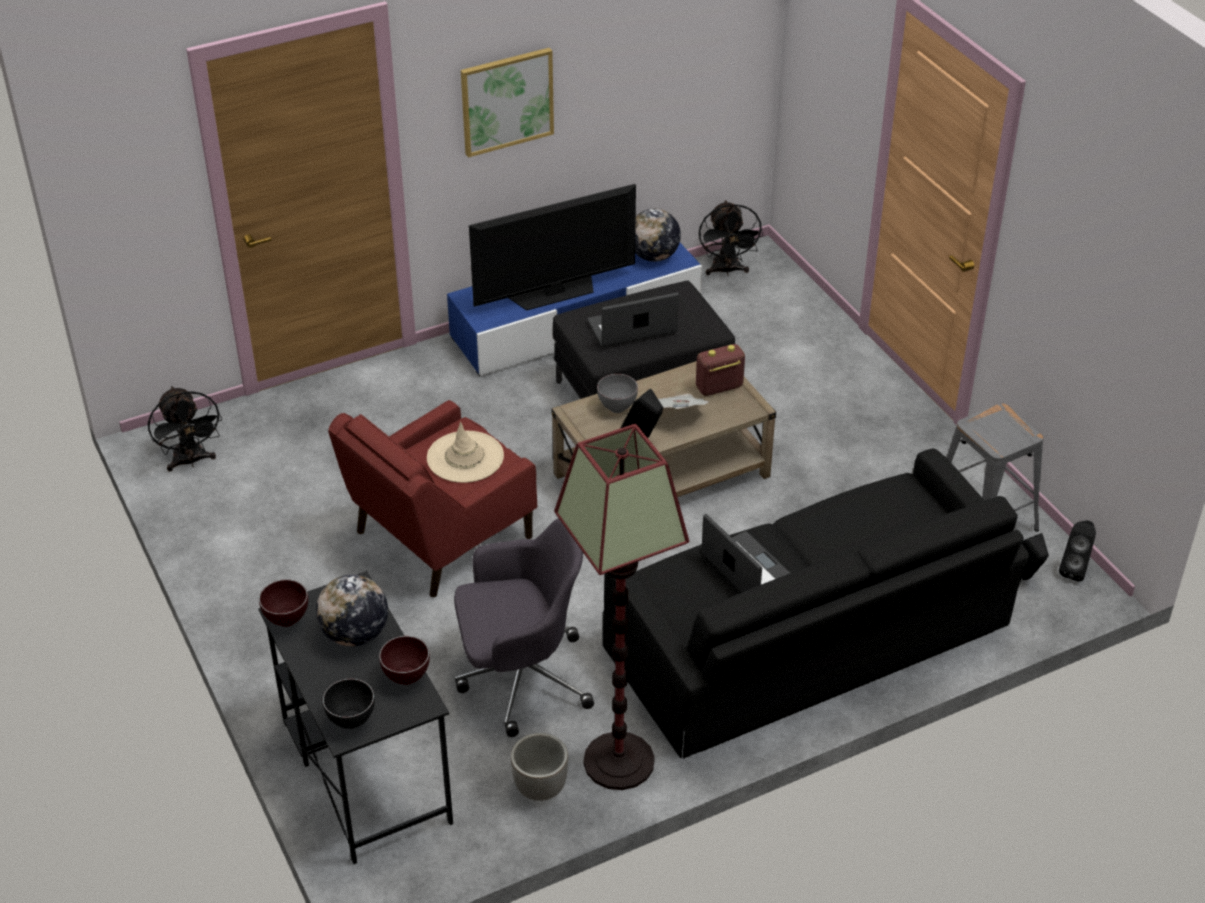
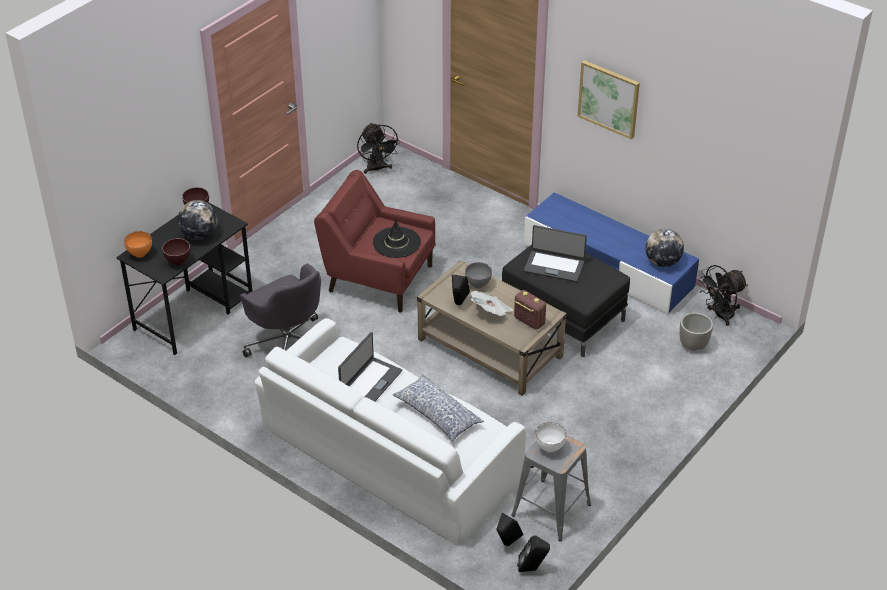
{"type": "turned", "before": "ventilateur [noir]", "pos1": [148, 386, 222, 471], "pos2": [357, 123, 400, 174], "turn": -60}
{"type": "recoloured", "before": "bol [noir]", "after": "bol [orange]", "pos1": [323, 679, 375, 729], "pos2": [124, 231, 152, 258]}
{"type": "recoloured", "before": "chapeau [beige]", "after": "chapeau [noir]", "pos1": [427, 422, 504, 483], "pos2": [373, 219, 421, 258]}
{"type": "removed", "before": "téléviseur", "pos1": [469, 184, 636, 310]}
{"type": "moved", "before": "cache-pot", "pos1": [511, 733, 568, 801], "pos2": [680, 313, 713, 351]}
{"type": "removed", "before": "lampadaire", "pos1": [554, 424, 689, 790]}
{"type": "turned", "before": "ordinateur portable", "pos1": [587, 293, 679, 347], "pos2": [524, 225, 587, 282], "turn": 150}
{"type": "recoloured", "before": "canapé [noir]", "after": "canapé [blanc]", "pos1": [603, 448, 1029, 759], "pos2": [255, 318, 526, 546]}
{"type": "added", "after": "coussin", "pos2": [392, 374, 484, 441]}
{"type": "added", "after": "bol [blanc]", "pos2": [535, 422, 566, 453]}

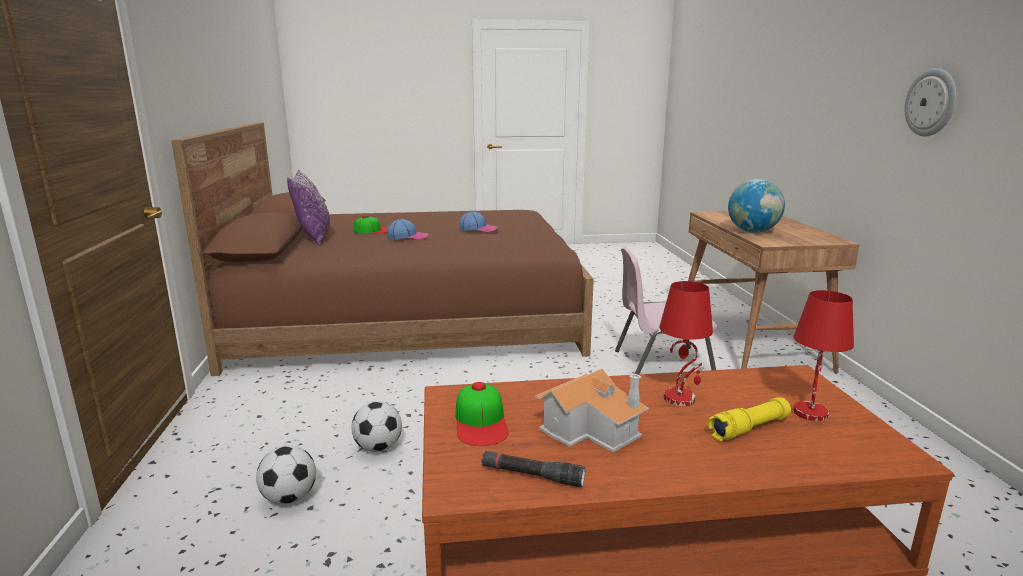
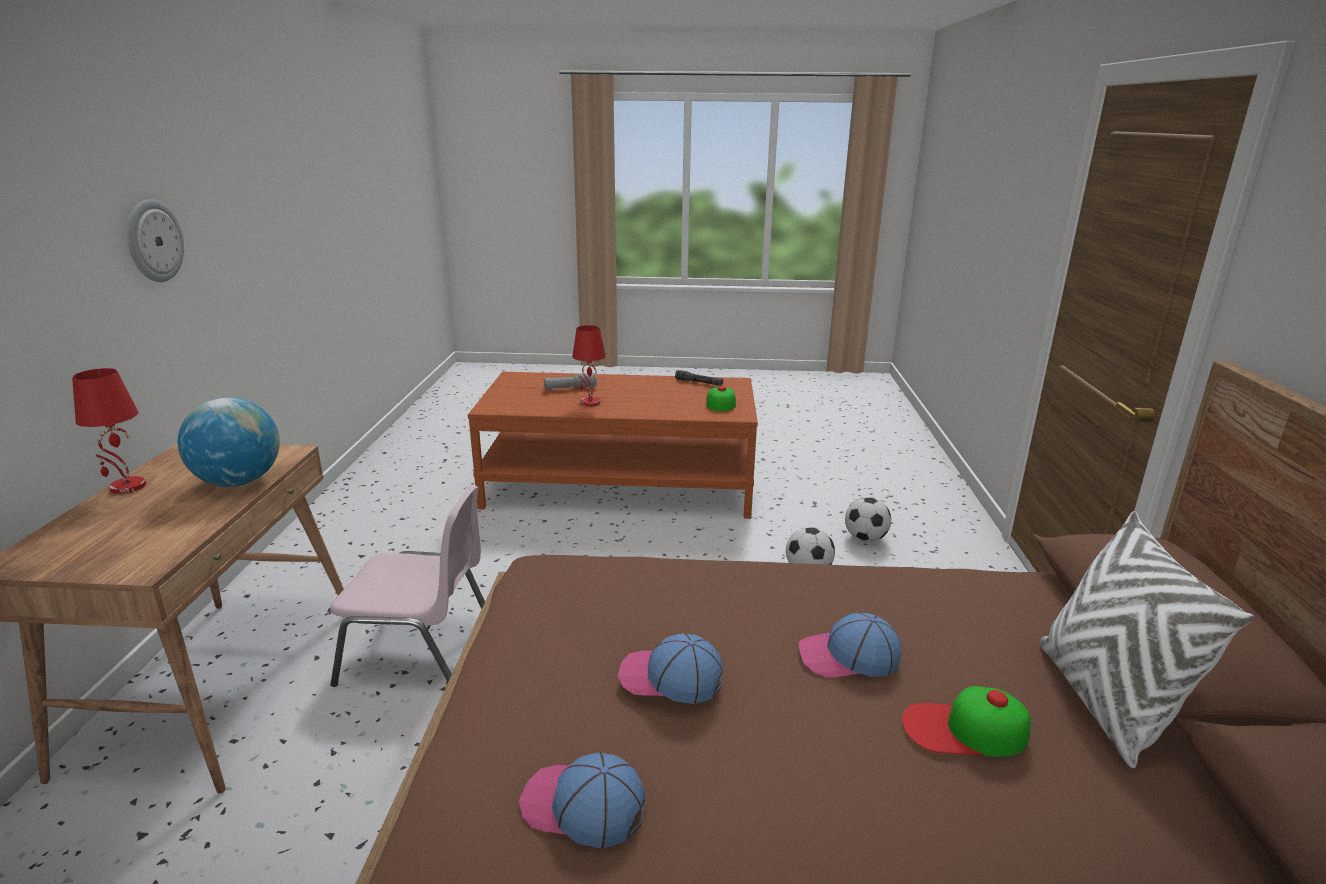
{"type": "recoloured", "before": "coussin [violet]", "after": "coussin [blanc]", "pos1": [287, 170, 330, 246], "pos2": [1040, 511, 1254, 768]}
{"type": "removed", "before": "maison miniature", "pos1": [535, 368, 649, 453]}
{"type": "recoloured", "before": "lampe de poche [jaune]", "after": "lampe de poche [gris]", "pos1": [707, 397, 791, 441], "pos2": [544, 373, 597, 390]}
{"type": "moved", "before": "lampe de table [rouge]", "pos1": [794, 290, 854, 421], "pos2": [72, 368, 146, 494]}
{"type": "added", "after": "casquette", "pos2": [519, 752, 645, 849]}

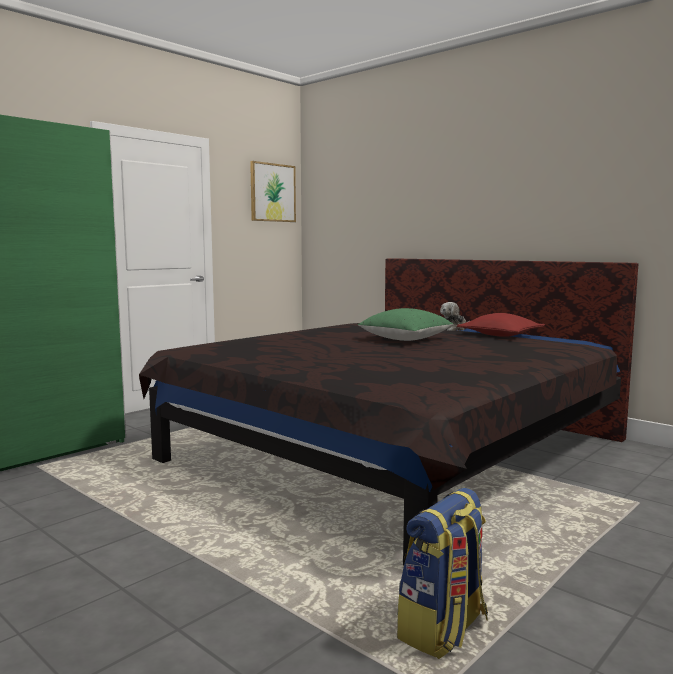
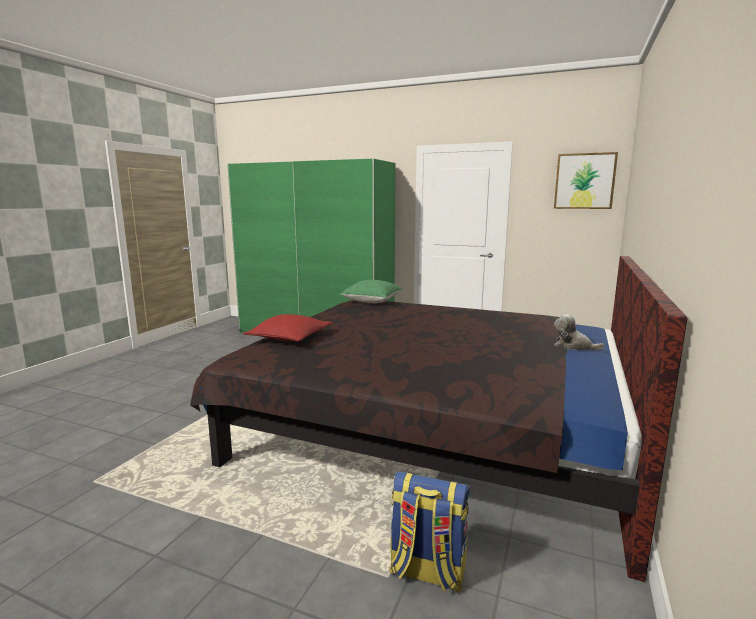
{"type": "moved", "before": "coussin [vert]", "pos1": [358, 308, 453, 341], "pos2": [340, 280, 403, 303]}
{"type": "moved", "before": "sac à dos", "pos1": [397, 488, 488, 659], "pos2": [389, 471, 470, 592]}
{"type": "moved", "before": "coussin [rouge]", "pos1": [457, 313, 545, 337], "pos2": [243, 314, 332, 341]}

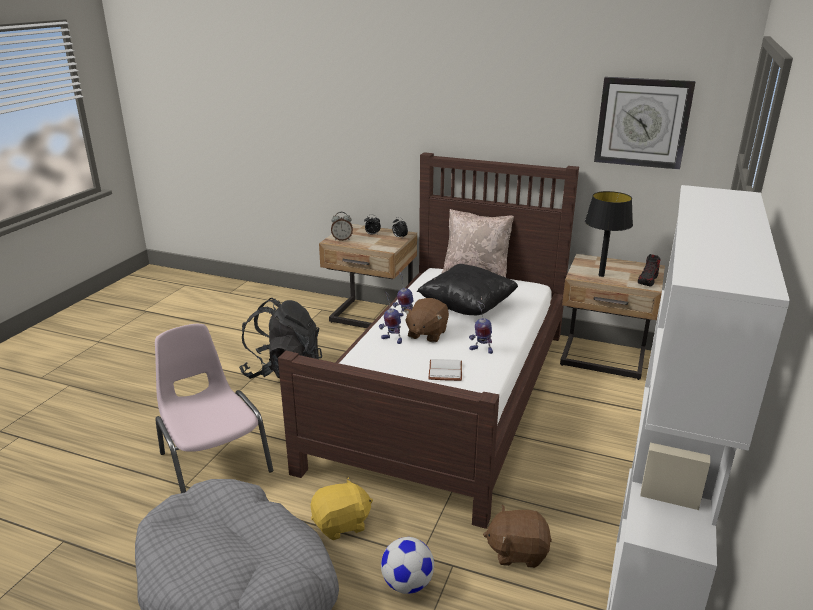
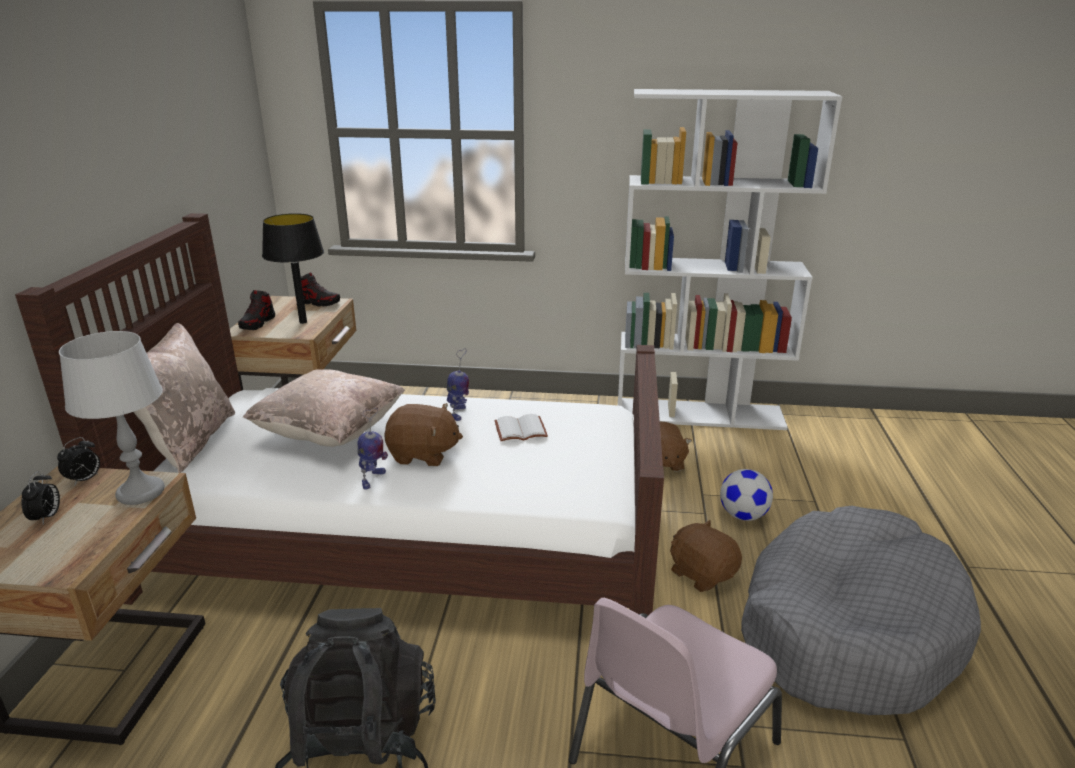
{"type": "recoloured", "before": "peluche [jaune]", "after": "peluche [marron]", "pos1": [311, 477, 373, 540], "pos2": [670, 520, 742, 592]}
{"type": "removed", "before": "réveil", "pos1": [331, 212, 353, 241]}
{"type": "removed", "before": "robot jouet", "pos1": [379, 292, 402, 344]}
{"type": "recoloured", "before": "coussin [noir]", "after": "coussin [beige]", "pos1": [417, 264, 518, 315], "pos2": [243, 369, 405, 447]}
{"type": "removed", "before": "horloge murale", "pos1": [594, 77, 696, 170]}
{"type": "added", "after": "lampe de table [gris]", "pos2": [59, 331, 165, 505]}
{"type": "added", "after": "chaussure", "pos2": [238, 290, 275, 330]}

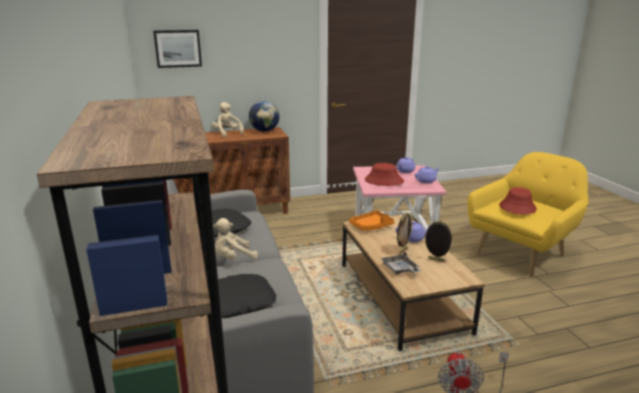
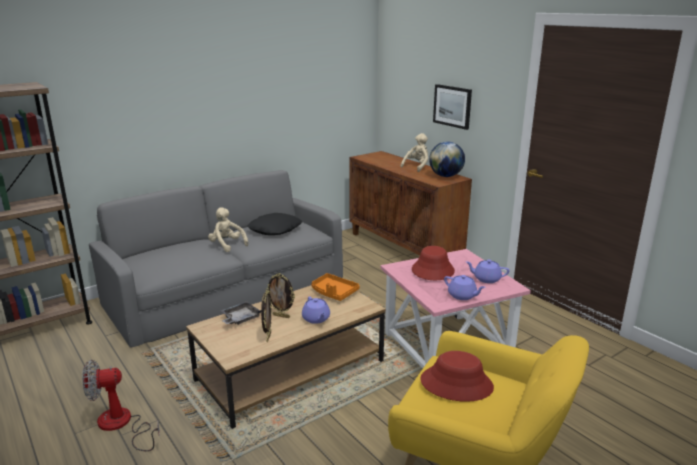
{"type": "moved", "before": "tableau", "pos1": [153, 30, 202, 68], "pos2": [433, 84, 472, 130]}
{"type": "removed", "before": "coussin [noir]", "pos1": [218, 274, 276, 318]}

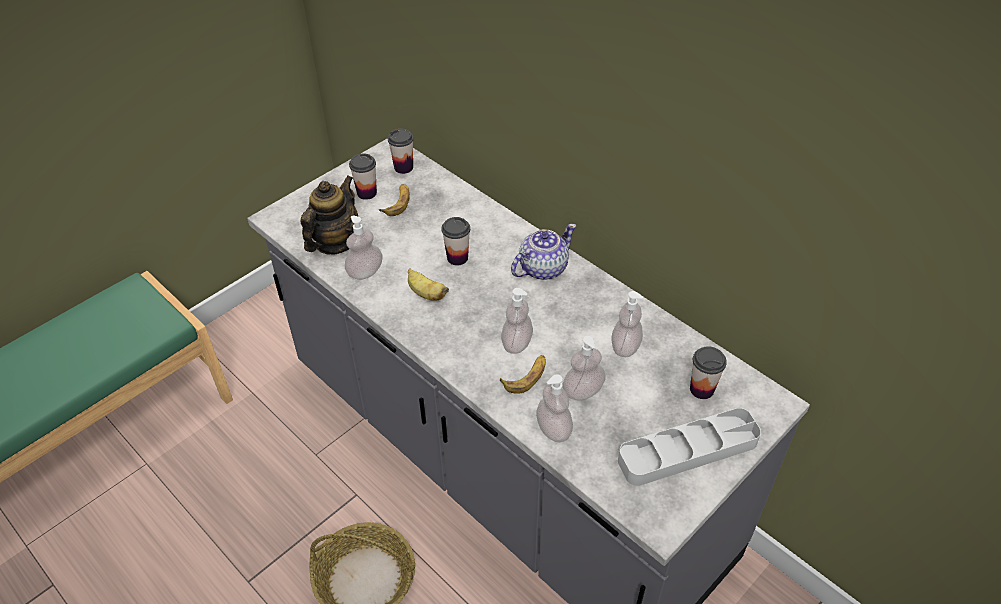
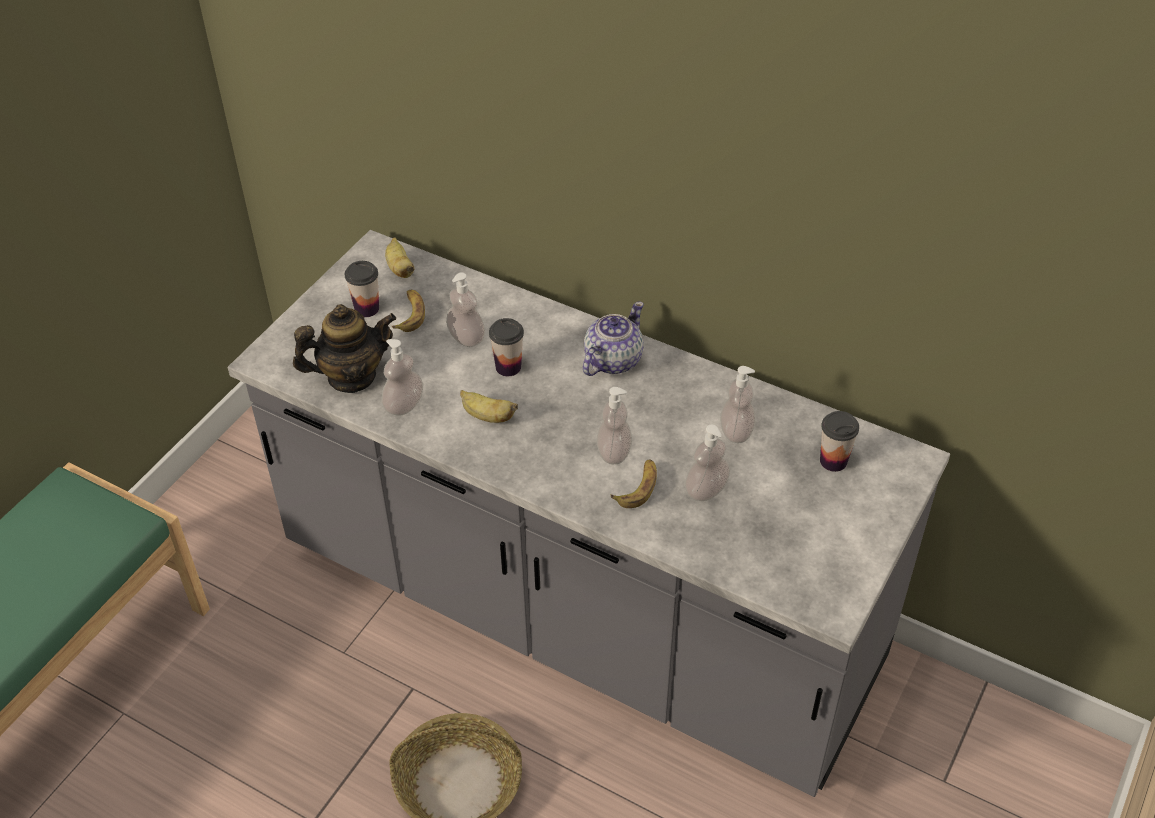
{"type": "turned", "before": "théière", "pos1": [301, 175, 359, 254], "pos2": [293, 304, 396, 393], "turn": 60}
{"type": "replaced", "before": "tasse", "after": "banane", "pos1": [388, 129, 414, 174], "pos2": [385, 237, 414, 278]}
{"type": "moved", "before": "distributeur de savon", "pos1": [536, 374, 573, 443], "pos2": [446, 272, 485, 347]}
{"type": "removed", "before": "plateau [gris]", "pos1": [618, 408, 761, 486]}

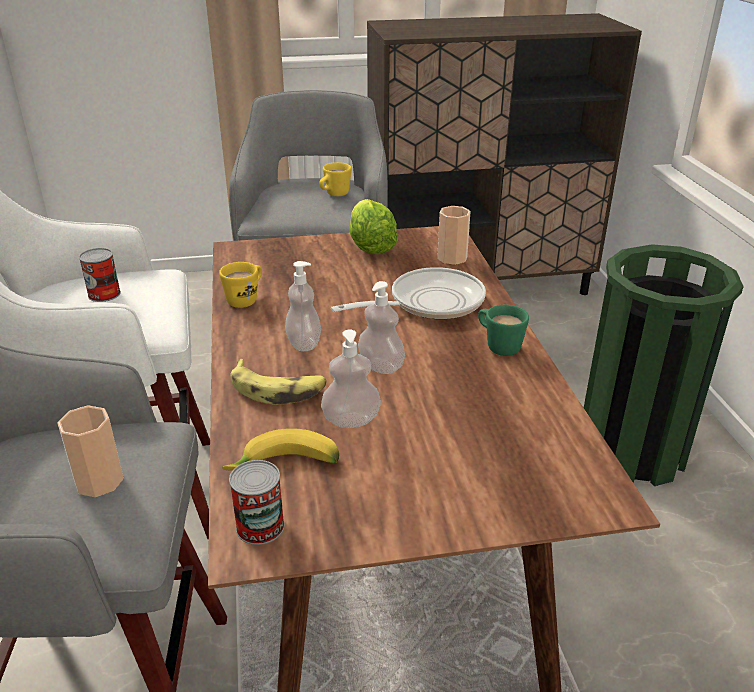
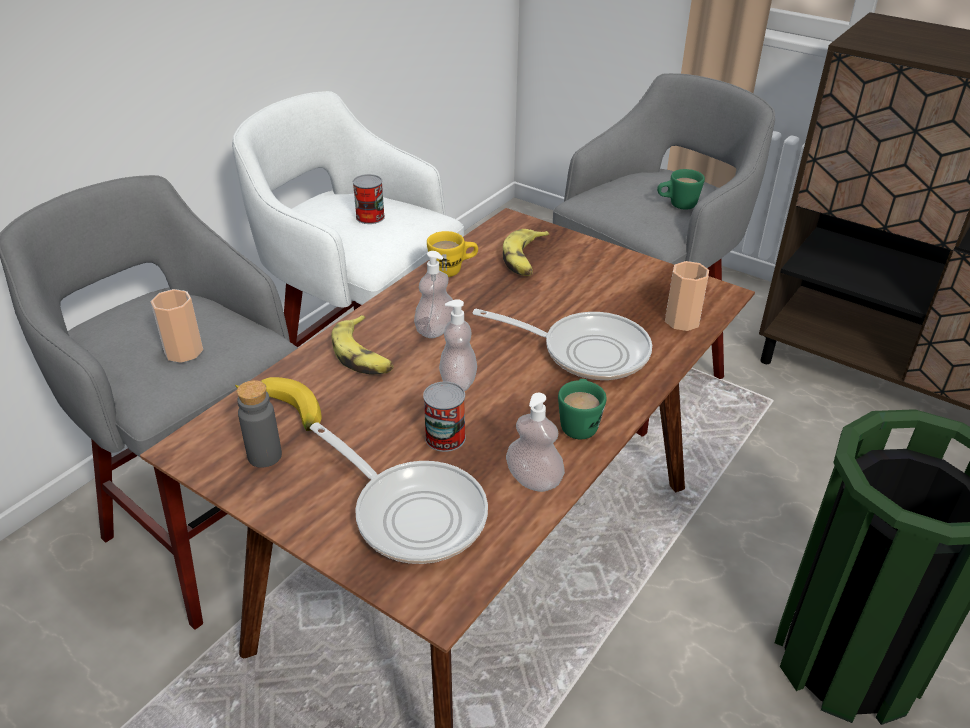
{"type": "moved", "before": "boîte métallique", "pos1": [229, 460, 285, 545], "pos2": [423, 381, 466, 452]}
{"type": "recoloured", "before": "mug [jaune]", "after": "mug [vert]", "pos1": [319, 162, 352, 196], "pos2": [657, 169, 705, 210]}
{"type": "moved", "before": "distributeur de savon", "pos1": [321, 330, 381, 428], "pos2": [506, 393, 565, 492]}
{"type": "removed", "before": "laitue", "pos1": [350, 199, 398, 254]}
{"type": "added", "after": "bouteille [gris]", "pos2": [237, 380, 282, 468]}
{"type": "added", "after": "poêle", "pos2": [310, 422, 488, 564]}
{"type": "added", "after": "banane", "pos2": [503, 229, 550, 276]}

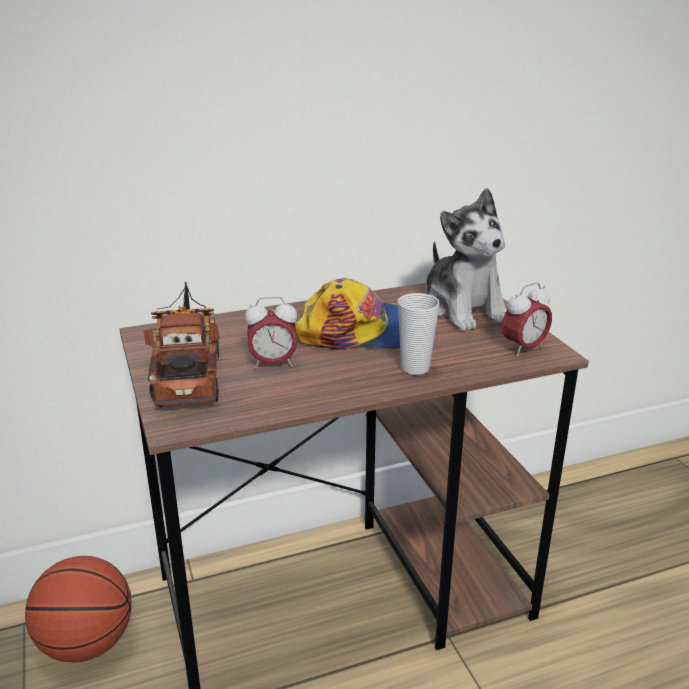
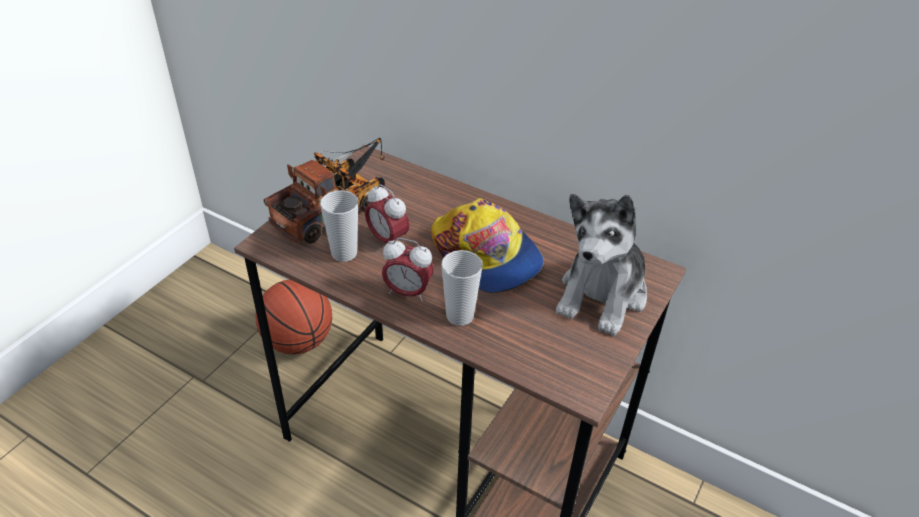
{"type": "moved", "before": "réveil", "pos1": [502, 282, 552, 357], "pos2": [382, 238, 434, 302]}
{"type": "added", "after": "tasse", "pos2": [320, 190, 358, 262]}

